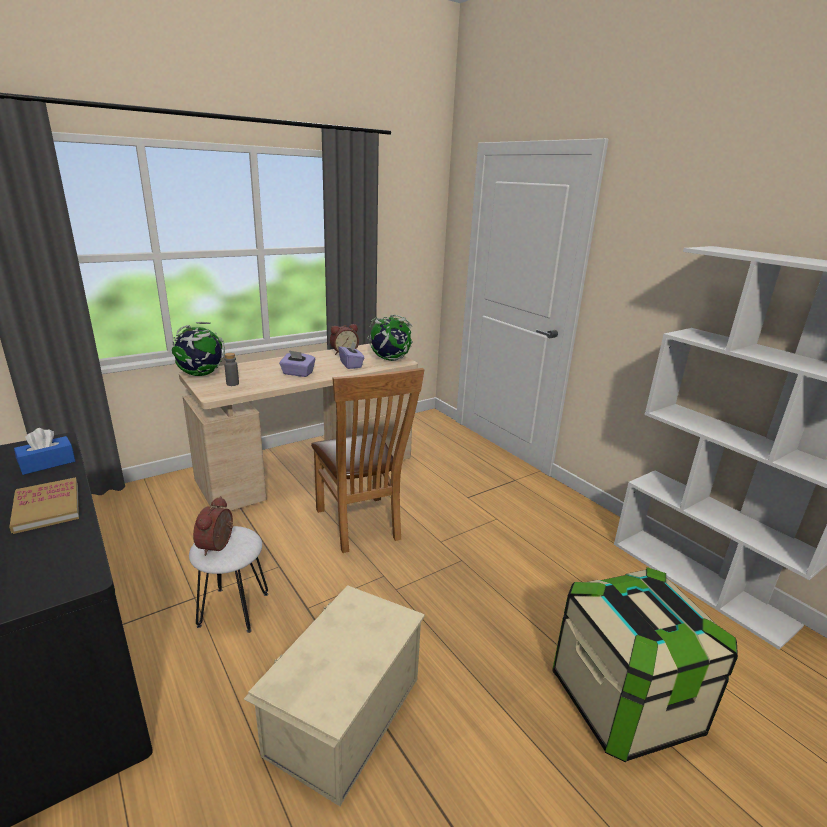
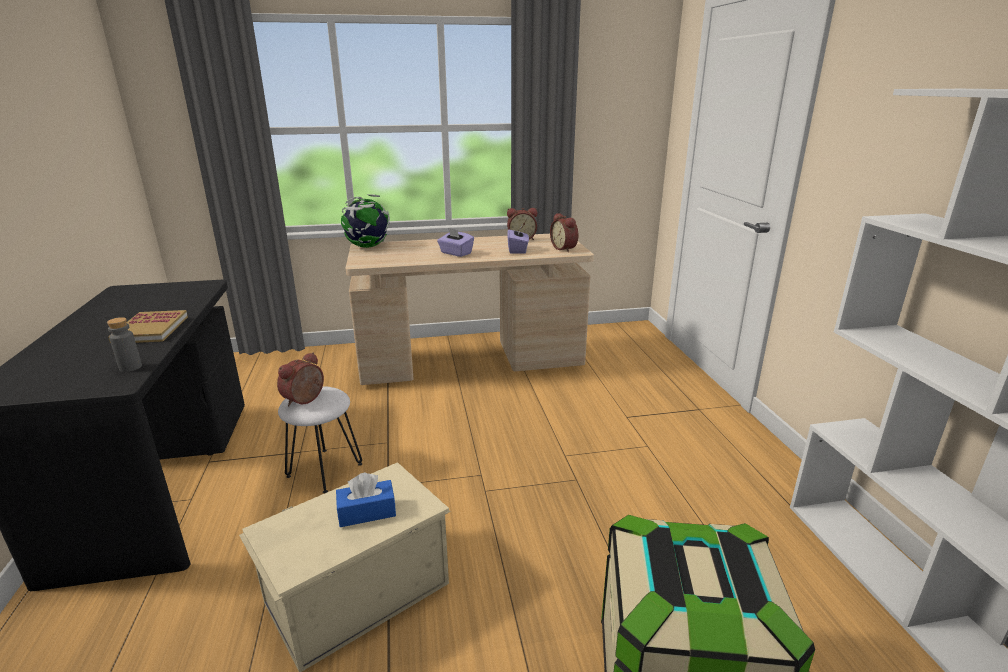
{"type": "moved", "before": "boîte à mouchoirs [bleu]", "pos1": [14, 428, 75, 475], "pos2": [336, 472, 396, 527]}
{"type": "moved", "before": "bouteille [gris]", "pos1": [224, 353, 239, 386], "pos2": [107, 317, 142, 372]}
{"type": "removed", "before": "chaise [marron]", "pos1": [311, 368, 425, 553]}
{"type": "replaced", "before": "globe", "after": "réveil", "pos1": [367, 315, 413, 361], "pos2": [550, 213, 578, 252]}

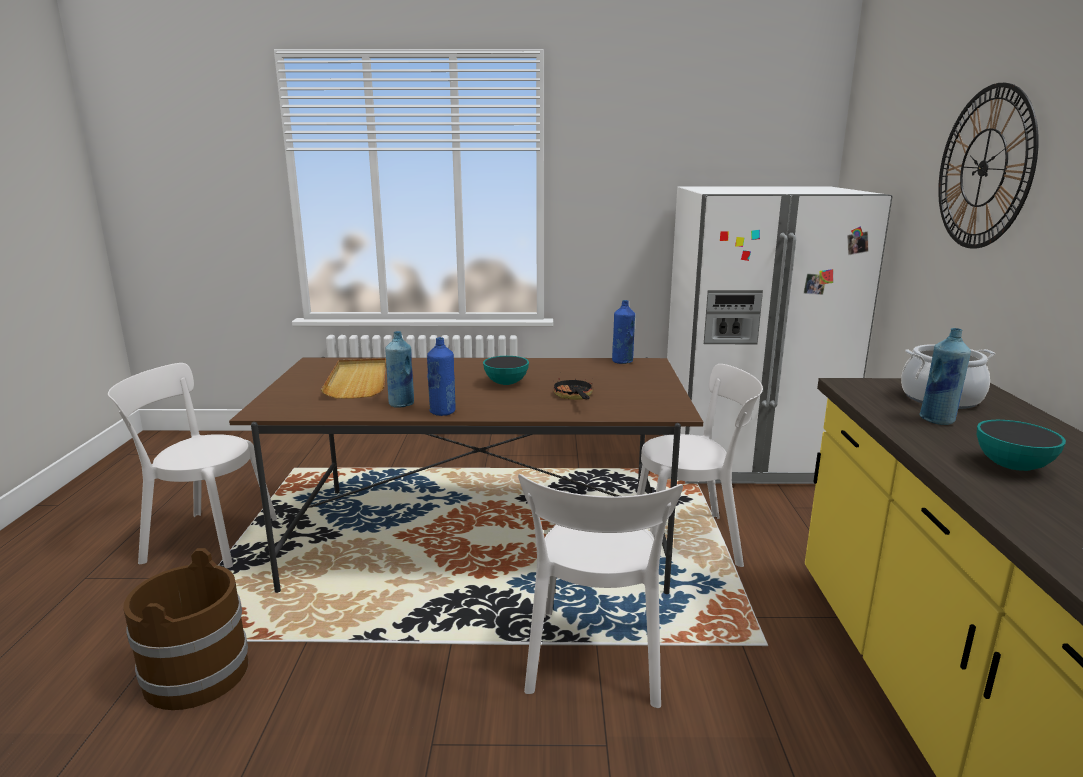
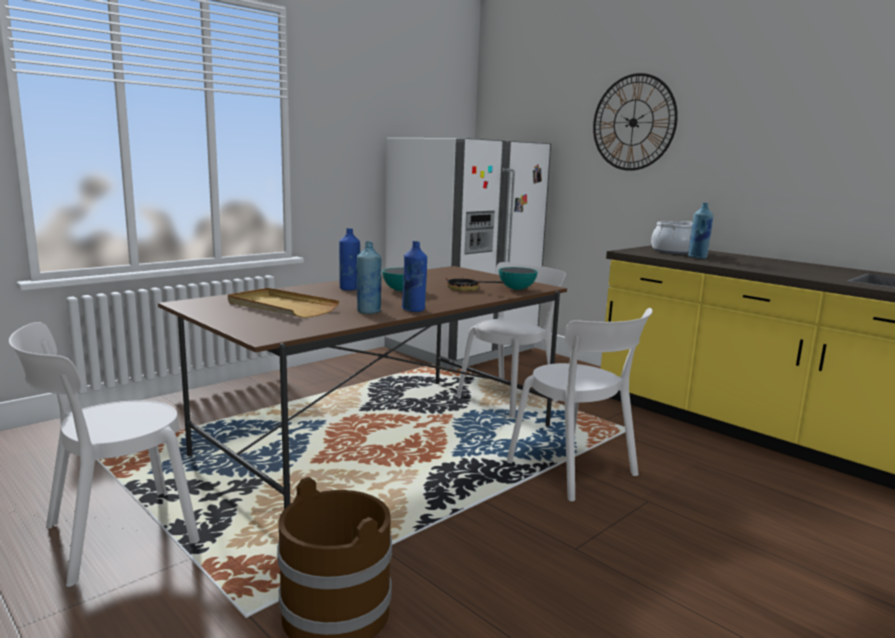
{"type": "moved", "before": "bouteille [bleu]", "pos1": [612, 300, 635, 364], "pos2": [339, 228, 360, 291]}
{"type": "moved", "before": "bol", "pos1": [977, 420, 1066, 471], "pos2": [499, 267, 538, 290]}

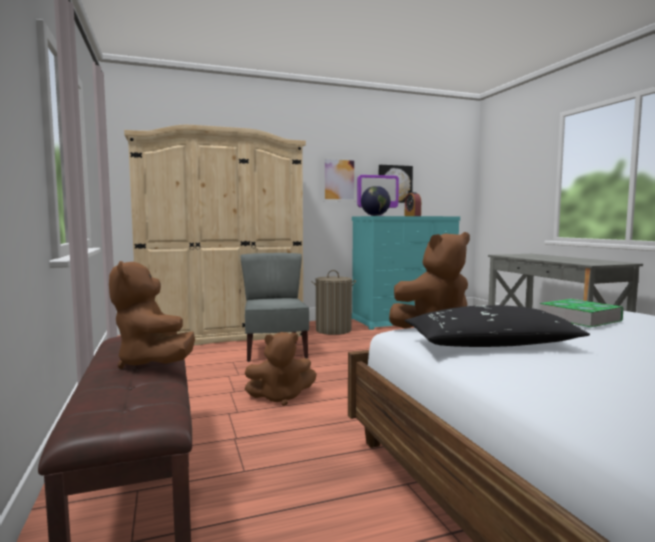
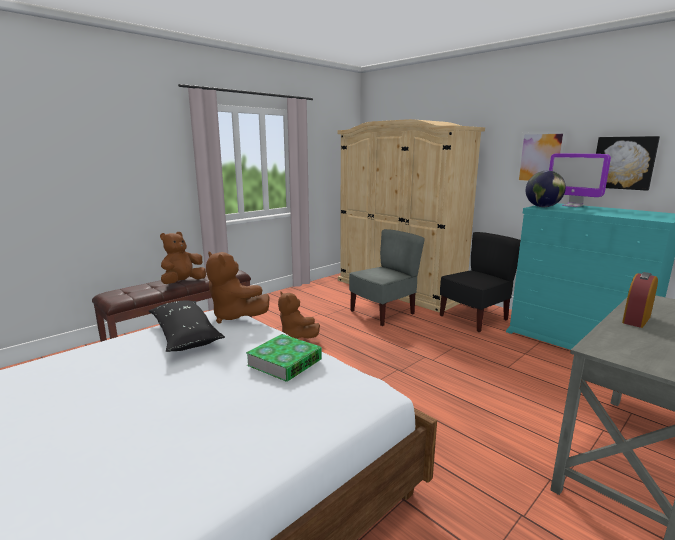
{"type": "replaced", "before": "panier à linge", "after": "chaise [noir]", "pos1": [311, 270, 356, 335], "pos2": [440, 232, 521, 332]}
{"type": "moved", "before": "réveil", "pos1": [405, 192, 421, 216], "pos2": [622, 272, 658, 328]}

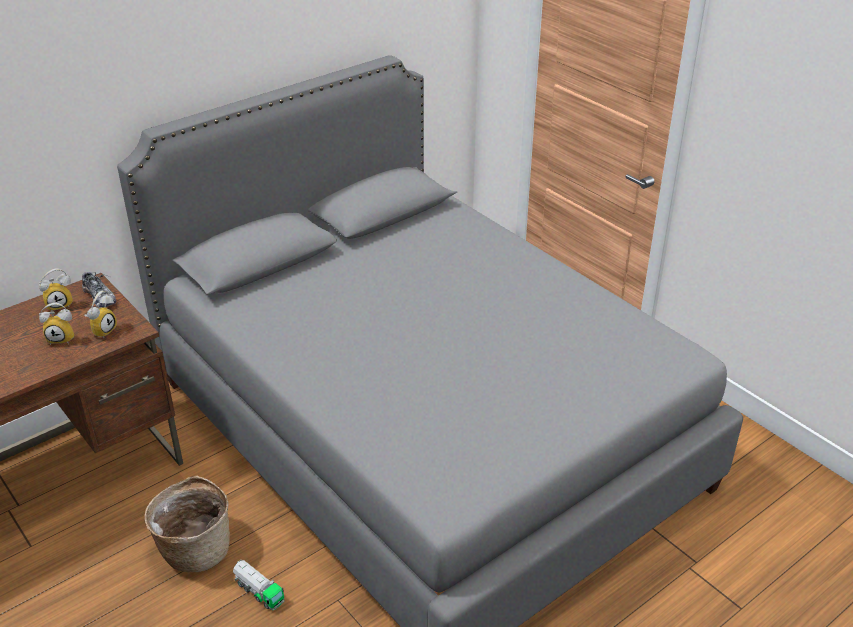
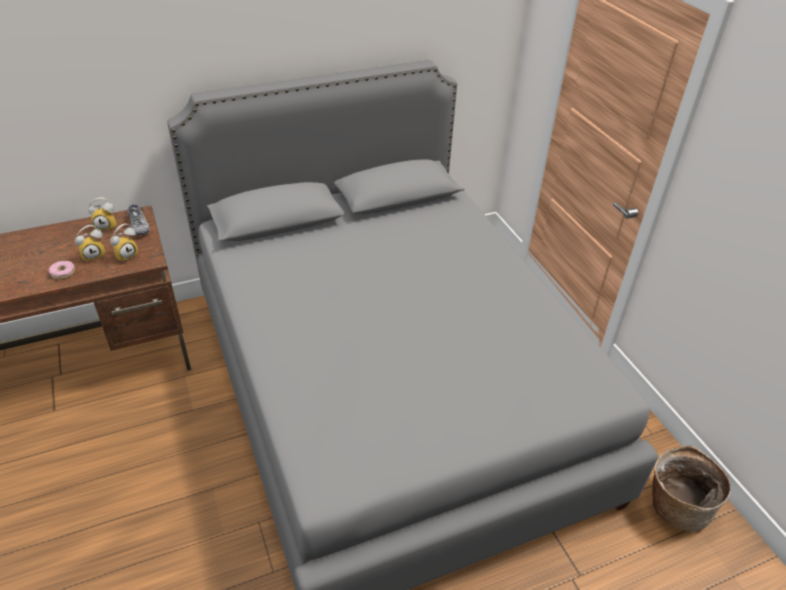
{"type": "turned", "before": "réveil", "pos1": [39, 303, 74, 345], "pos2": [75, 225, 105, 262], "turn": -45}
{"type": "moved", "before": "panier", "pos1": [144, 475, 230, 572], "pos2": [652, 446, 731, 531]}
{"type": "removed", "before": "camion jouet", "pos1": [233, 559, 285, 611]}
{"type": "added", "after": "beignet", "pos2": [49, 261, 75, 279]}

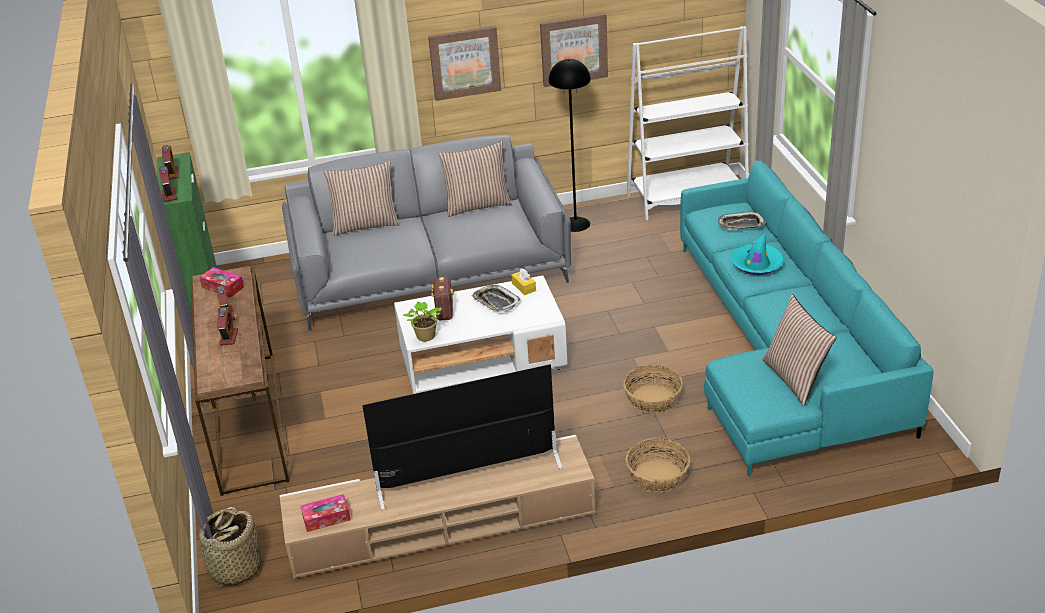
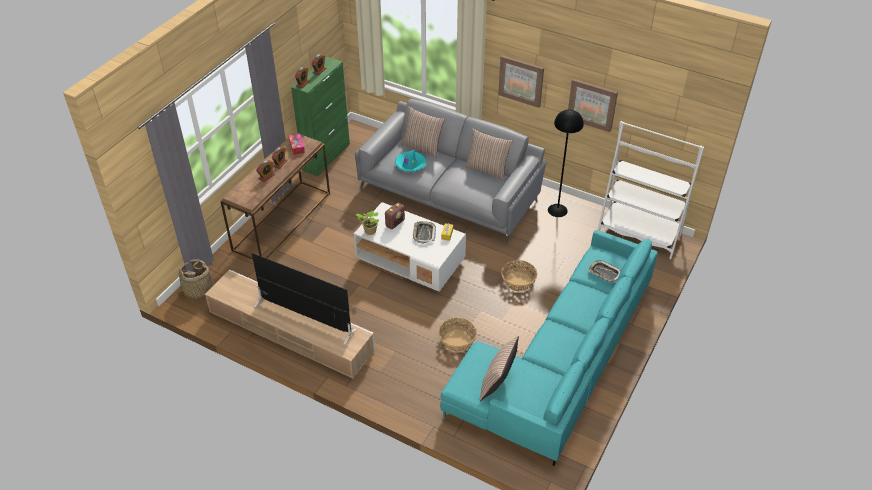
{"type": "removed", "before": "boîte à mouchoirs", "pos1": [301, 494, 351, 532]}
{"type": "moved", "before": "panier", "pos1": [626, 438, 690, 492], "pos2": [501, 260, 537, 291]}
{"type": "moved", "before": "chapeau [turquoise]", "pos1": [731, 234, 784, 275], "pos2": [395, 150, 426, 172]}

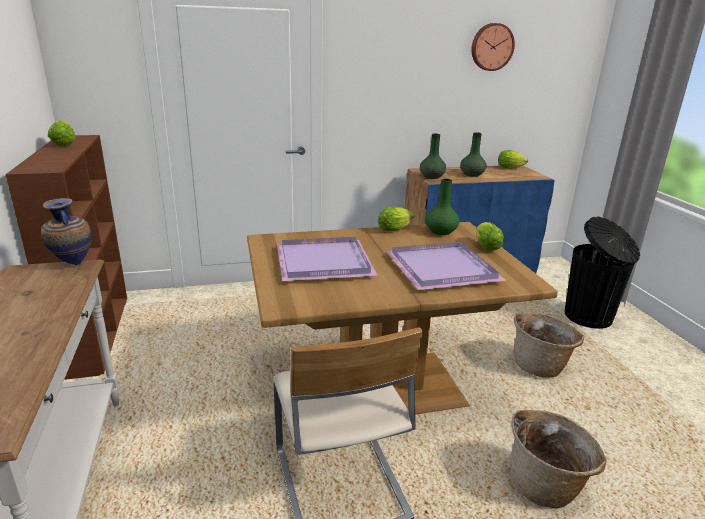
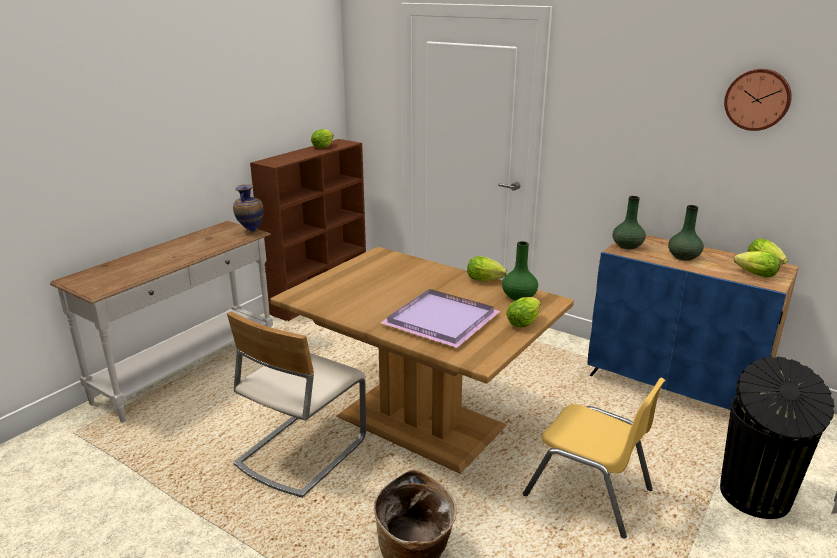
{"type": "removed", "before": "plateau [violet]", "pos1": [277, 237, 378, 282]}
{"type": "replaced", "before": "panier", "after": "chaise [jaune]", "pos1": [514, 313, 584, 378], "pos2": [523, 378, 666, 538]}
{"type": "added", "after": "laitue", "pos2": [734, 251, 780, 278]}

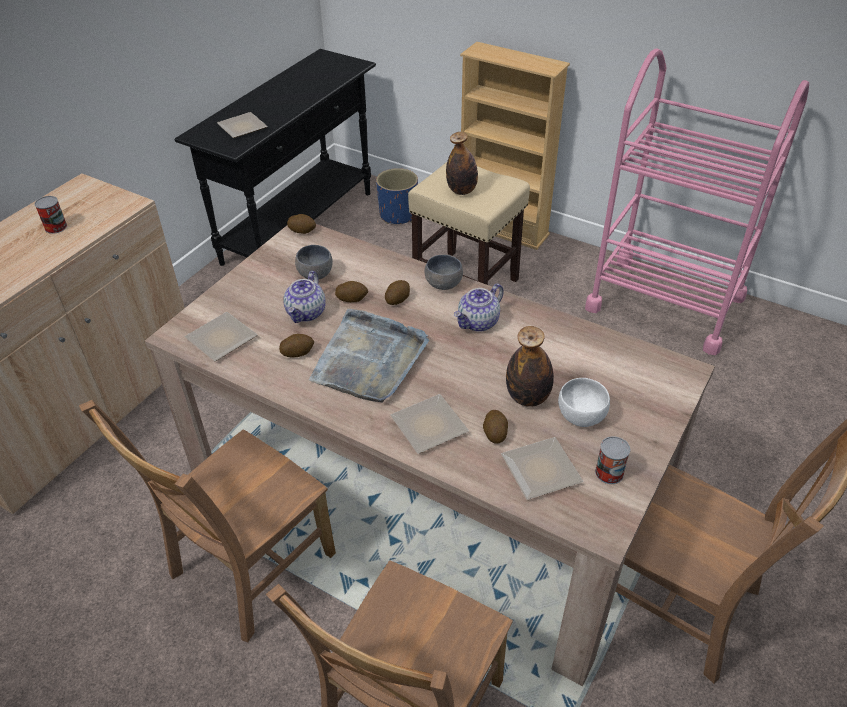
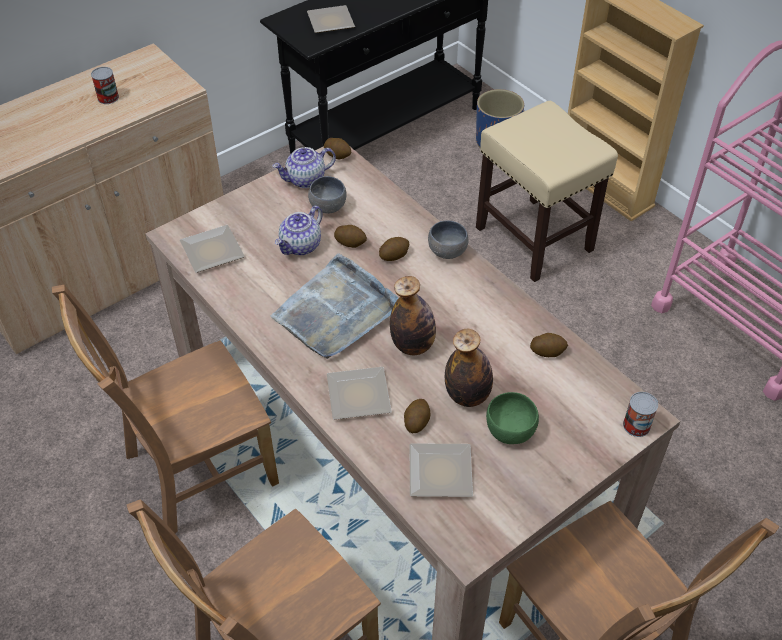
{"type": "moved", "before": "pomme de terre", "pos1": [279, 334, 314, 357], "pos2": [530, 333, 568, 357]}
{"type": "moved", "before": "bouteille", "pos1": [446, 132, 478, 195], "pos2": [390, 276, 436, 355]}
{"type": "moved", "before": "théière", "pos1": [454, 284, 504, 332], "pos2": [273, 147, 336, 188]}
{"type": "recoloured", "before": "bol [blanc]", "after": "bol [vert]", "pos1": [558, 378, 610, 427], "pos2": [486, 392, 539, 444]}
{"type": "moved", "before": "boîte métallique", "pos1": [595, 436, 630, 484], "pos2": [623, 392, 658, 437]}

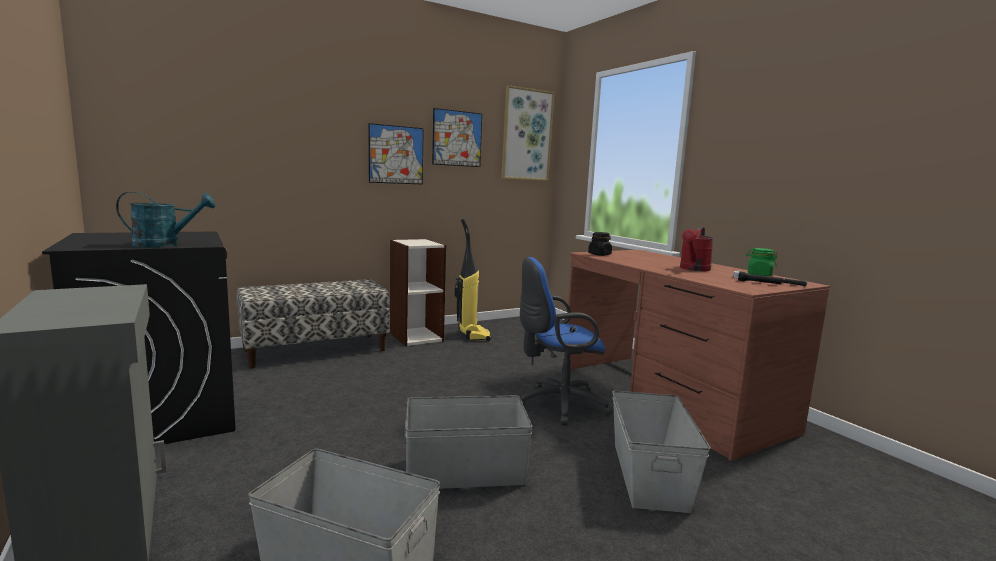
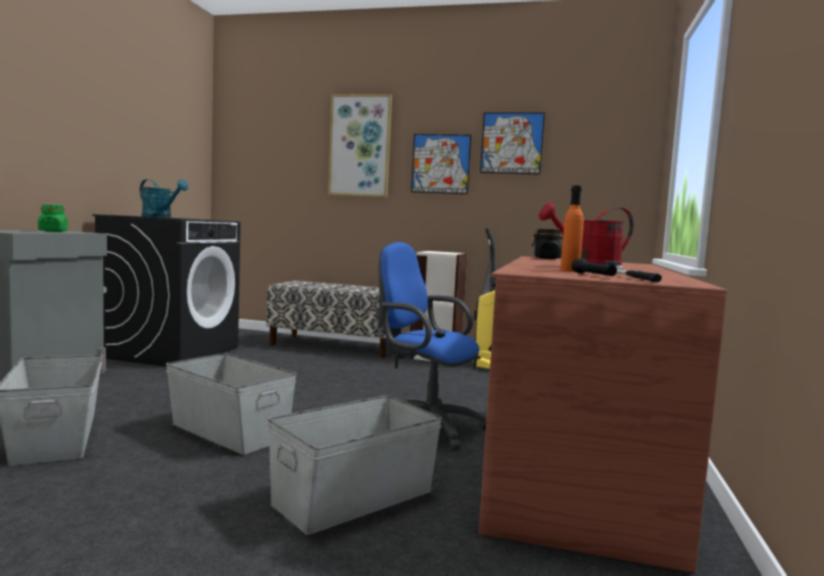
{"type": "moved", "before": "tableau", "pos1": [501, 85, 554, 181], "pos2": [328, 94, 392, 197]}
{"type": "moved", "before": "bocal [vert]", "pos1": [746, 248, 777, 276], "pos2": [38, 204, 68, 232]}
{"type": "added", "after": "bouteille [orange]", "pos2": [560, 186, 584, 272]}

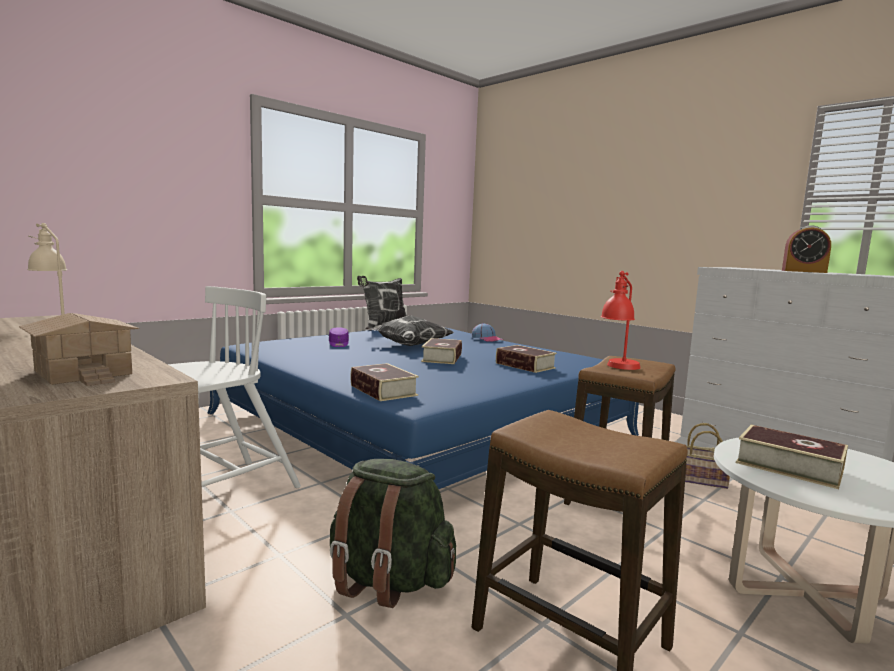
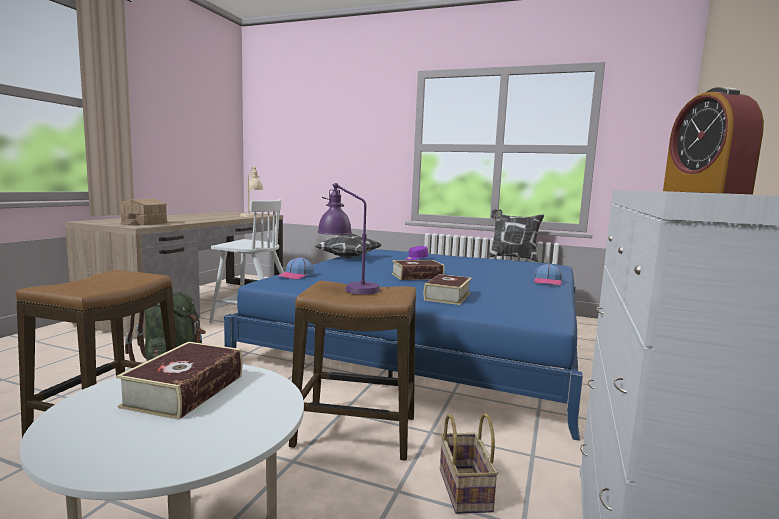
{"type": "replaced", "before": "livre", "after": "casquette", "pos1": [350, 363, 419, 401], "pos2": [278, 257, 314, 279]}
{"type": "moved", "before": "coussin", "pos1": [365, 315, 454, 346], "pos2": [315, 234, 382, 258]}
{"type": "recoloured", "before": "lampe de table [rouge]", "after": "lampe de table [violet]", "pos1": [600, 271, 641, 370], "pos2": [318, 183, 380, 294]}

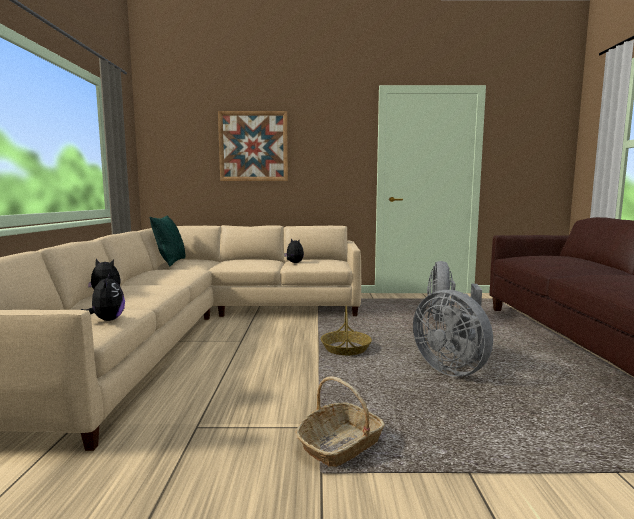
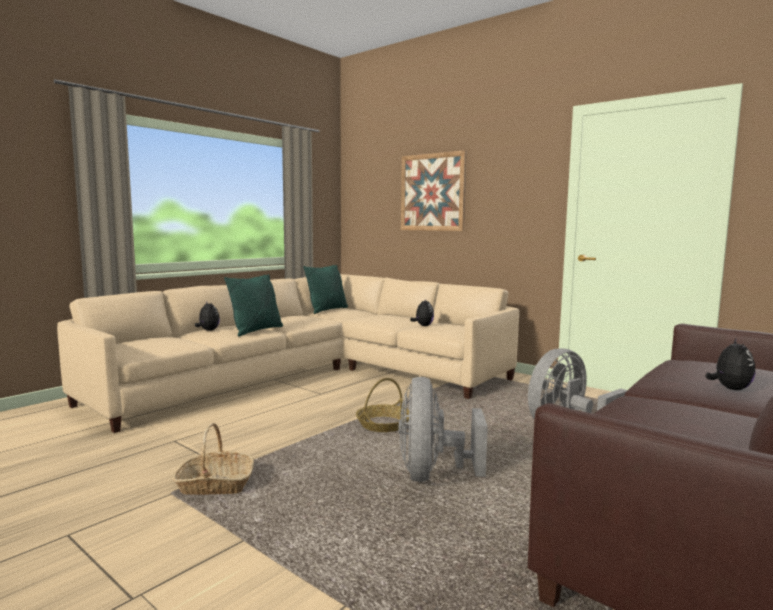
{"type": "moved", "before": "peluche", "pos1": [81, 273, 125, 321], "pos2": [706, 339, 755, 390]}
{"type": "added", "after": "coussin [vert]", "pos2": [224, 274, 283, 337]}

